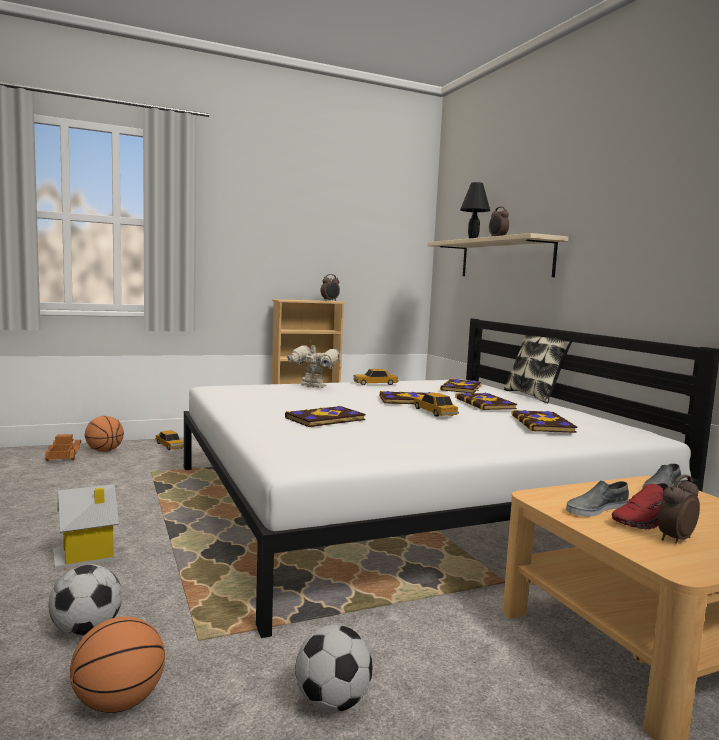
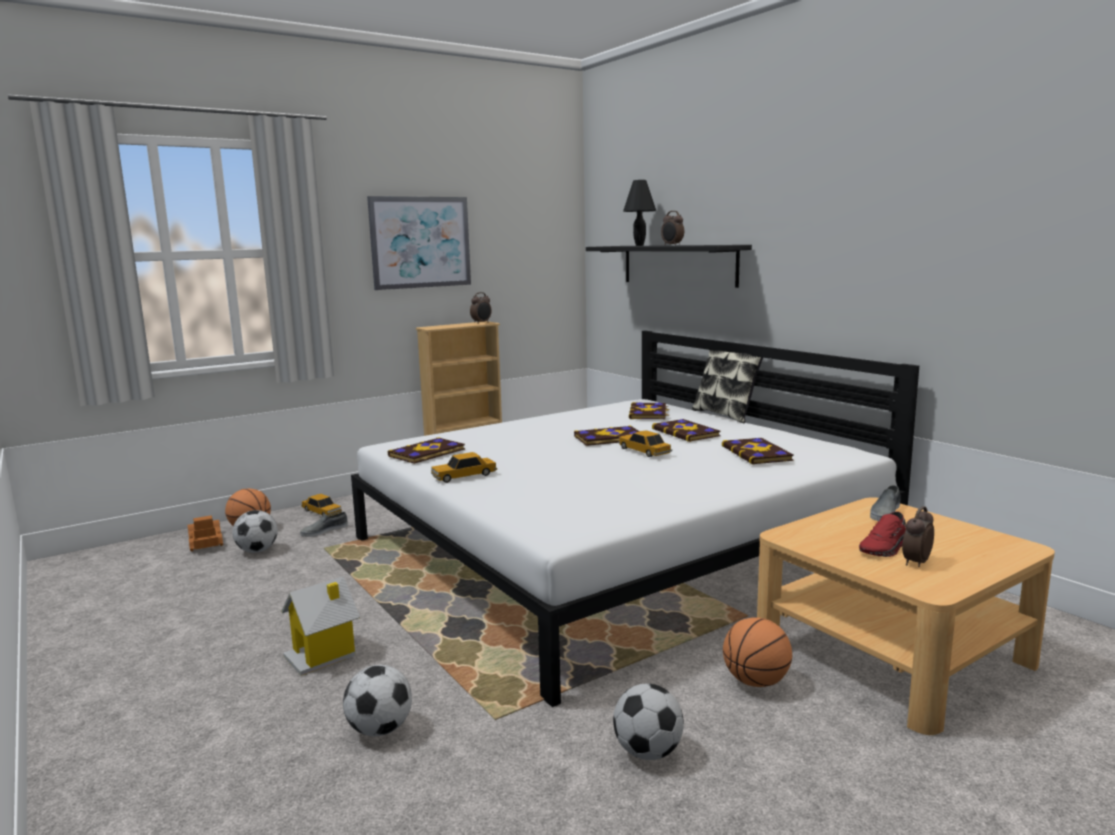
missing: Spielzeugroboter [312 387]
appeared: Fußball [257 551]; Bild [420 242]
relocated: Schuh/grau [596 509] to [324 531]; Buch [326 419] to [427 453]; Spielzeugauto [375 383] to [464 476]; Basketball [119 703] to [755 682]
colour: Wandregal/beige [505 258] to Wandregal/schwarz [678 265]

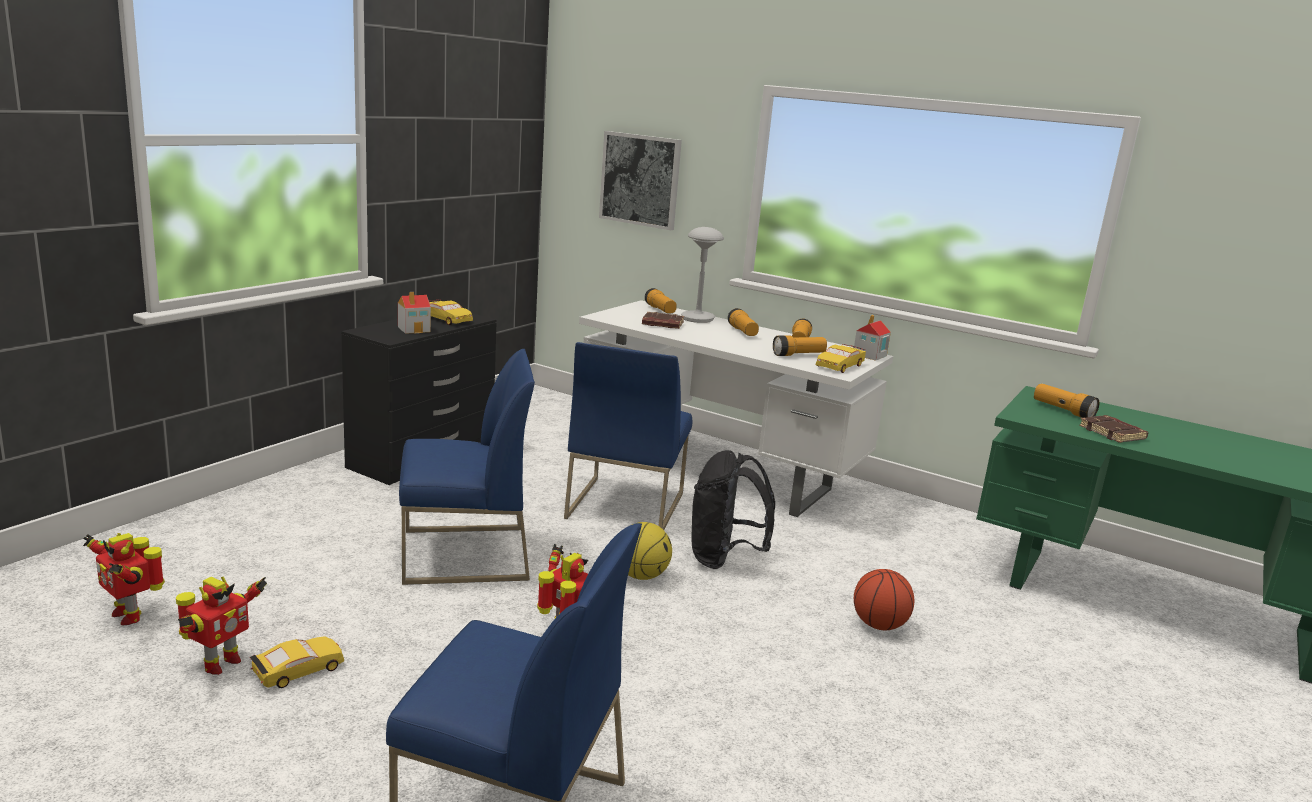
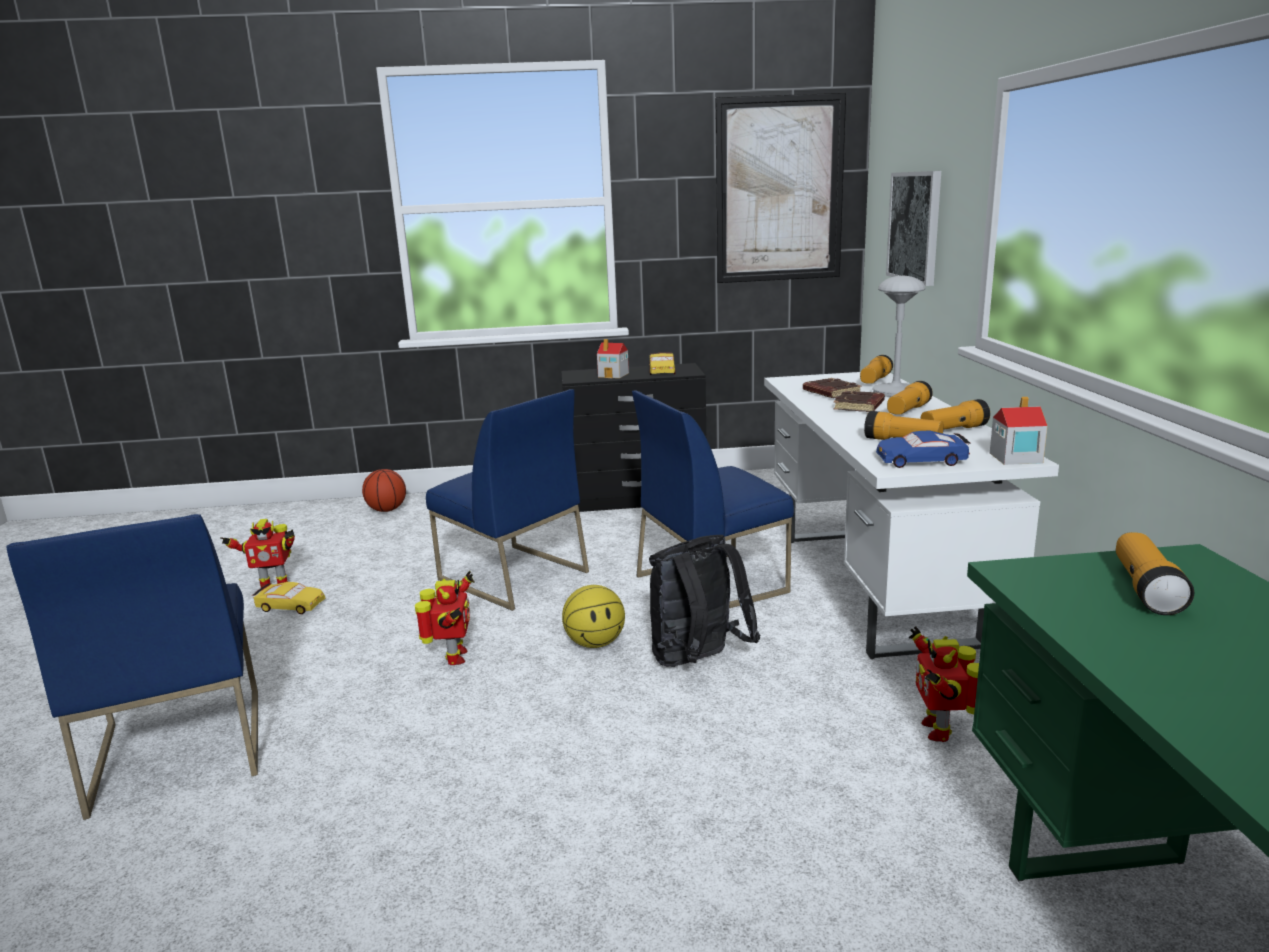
appeared: Bild [779 190]
relocated: Basketball [878 625] to [386 510]; Buch/braun [1113 433] to [859 406]; Spielzeugroboter [129 615] to [939 729]
colour: Spielzeugauto/gelb [839 366] to Spielzeugauto/blau [921 460]

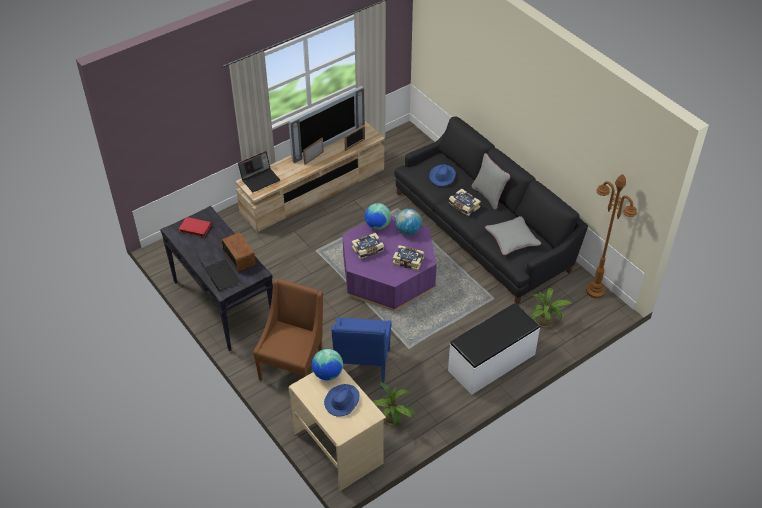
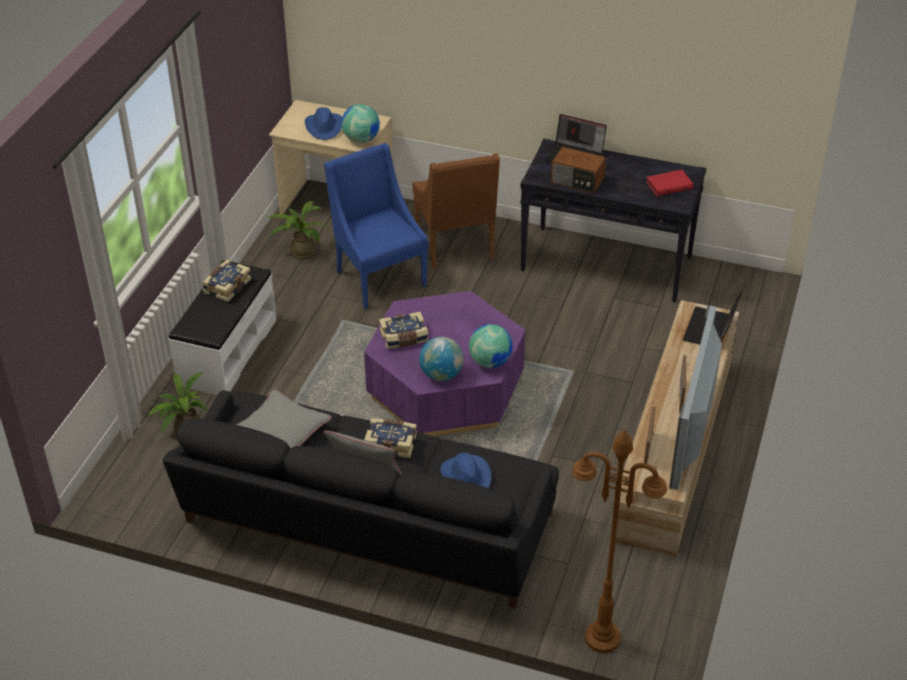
relocated: Buch [368 250] to [226 286]; Stehlampe/braun [595 291] to [602 638]

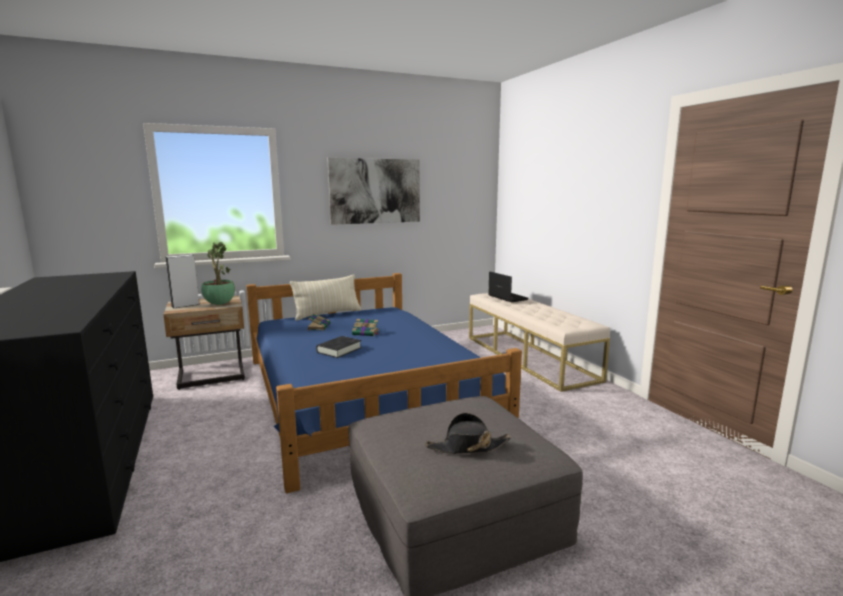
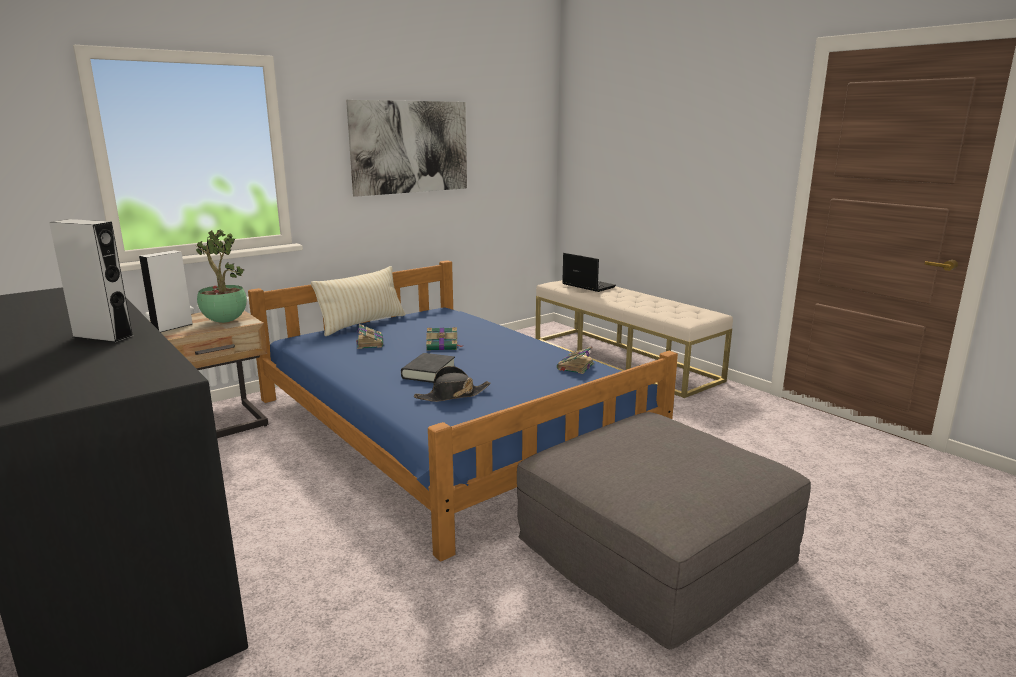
appeared: Lautsprecher/grau [103 336]; Buch [575 367]
relocated: Hut/schwarz [467 447] to [452 395]

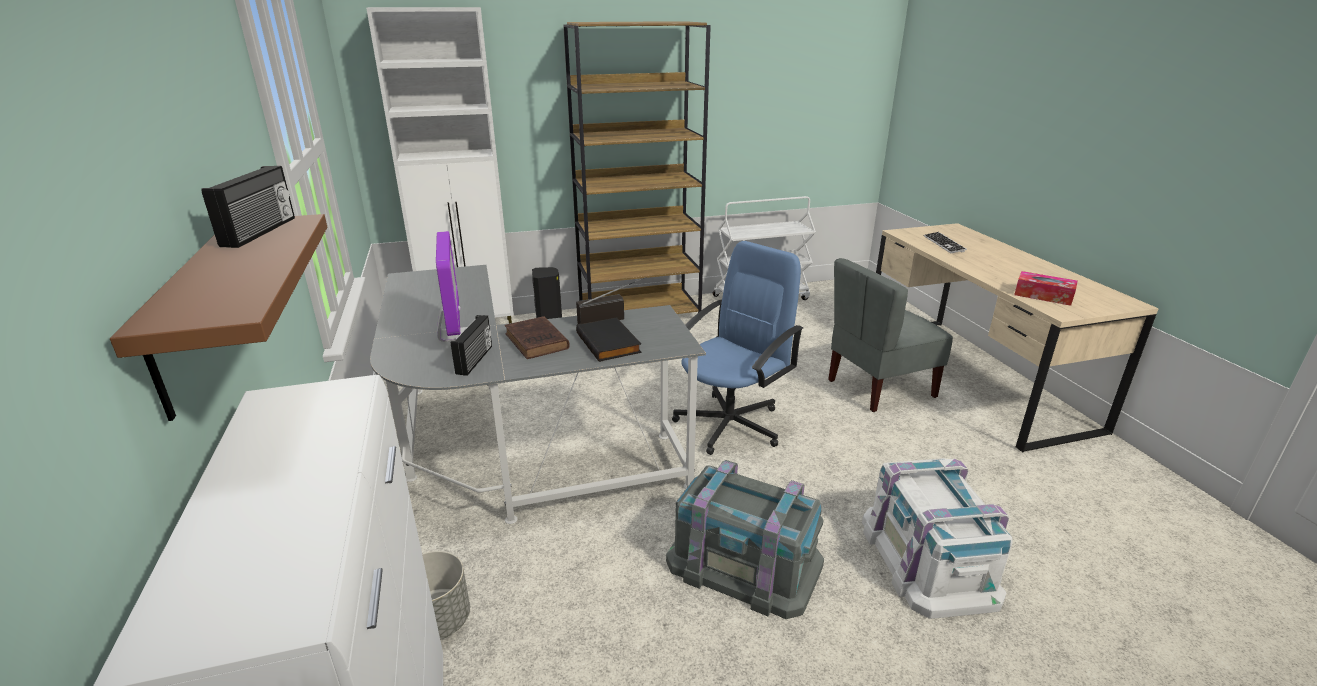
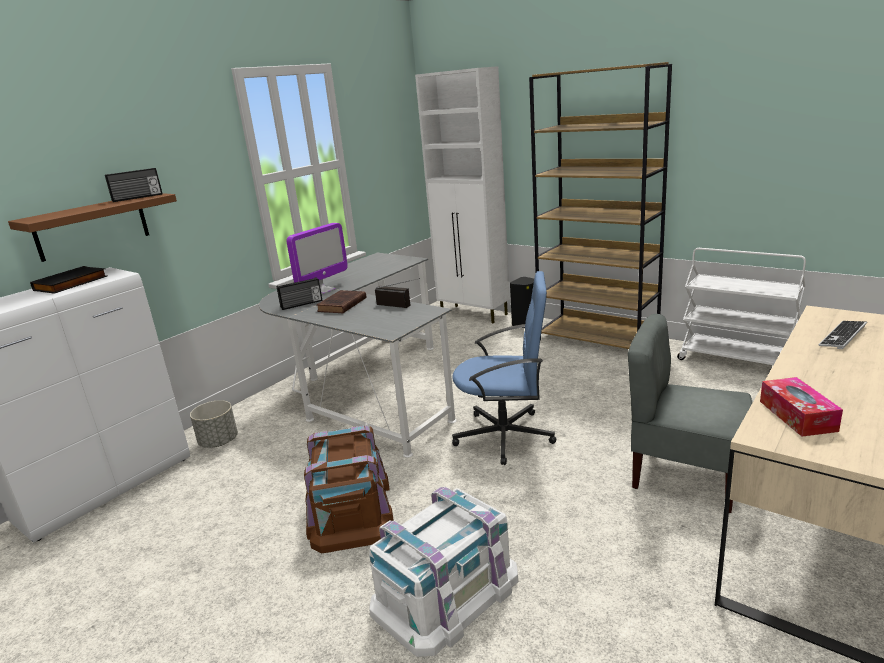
relocated: Buch/schwarz [610 343] to [71 284]
colour: Aufbewahrungsbox/grau [743 564] to Aufbewahrungsbox/braun [349 509]

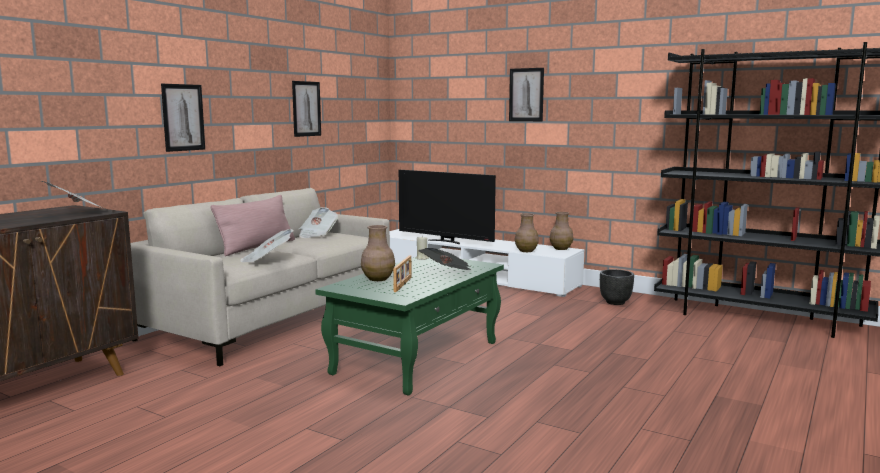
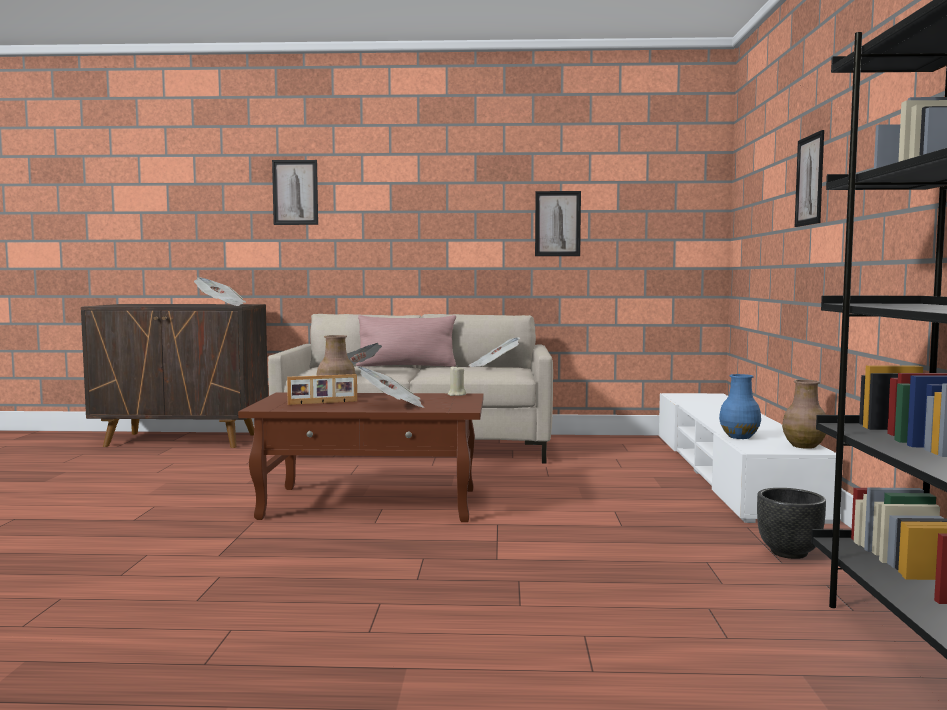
missing: Fernseher [446 241]
relocated: Bild [183 117] to [295 192]
colour: Couchtisch/grün [417 357] to Couchtisch/braun [372 504]; Vase/braun [526 251] to Vase/blau [740 437]

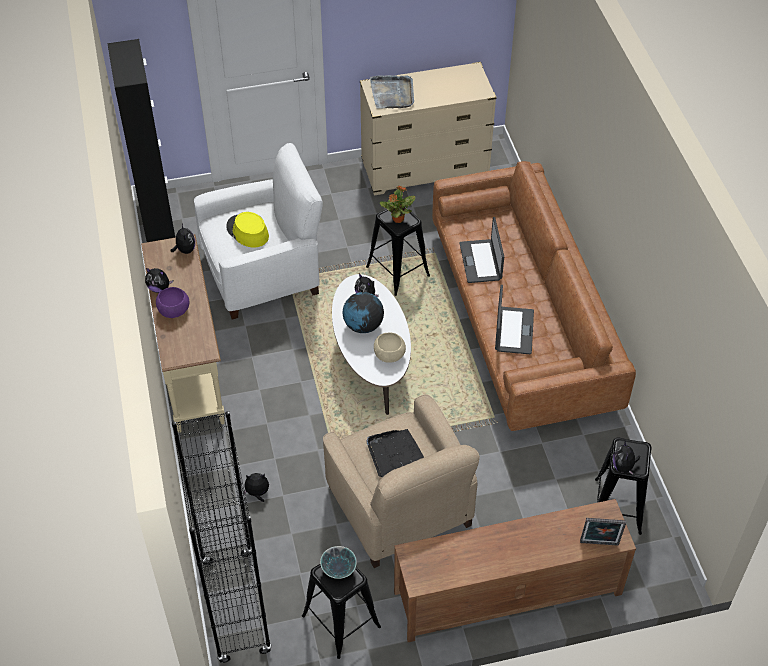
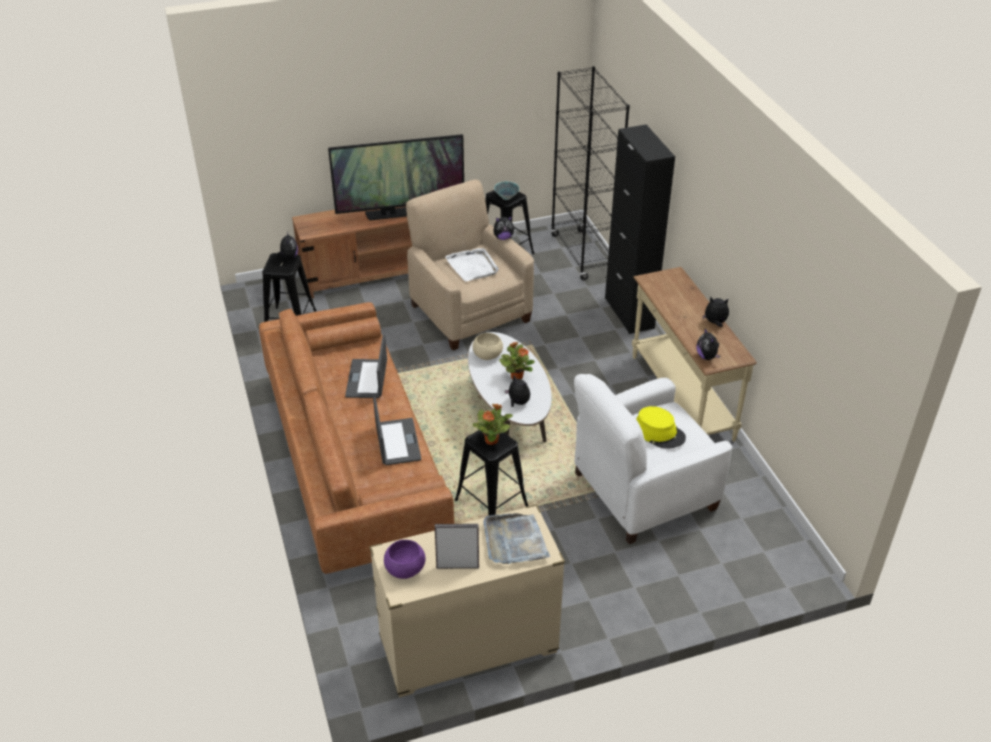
appeared: Fernseher [400 213]
relocated: Schüssel/lila [173 310] to [405 568]; Bilderrahmen [599 545] to [457 565]; Plüschtier [257 493] to [503 237]; Schrank/schwarz [157 218] to [629 313]
exchanged: Globus [363 326] to Topfpflanze [516 376]
colour: Tablett/schwarz [396 456] to Tablett/weiß [473 266]

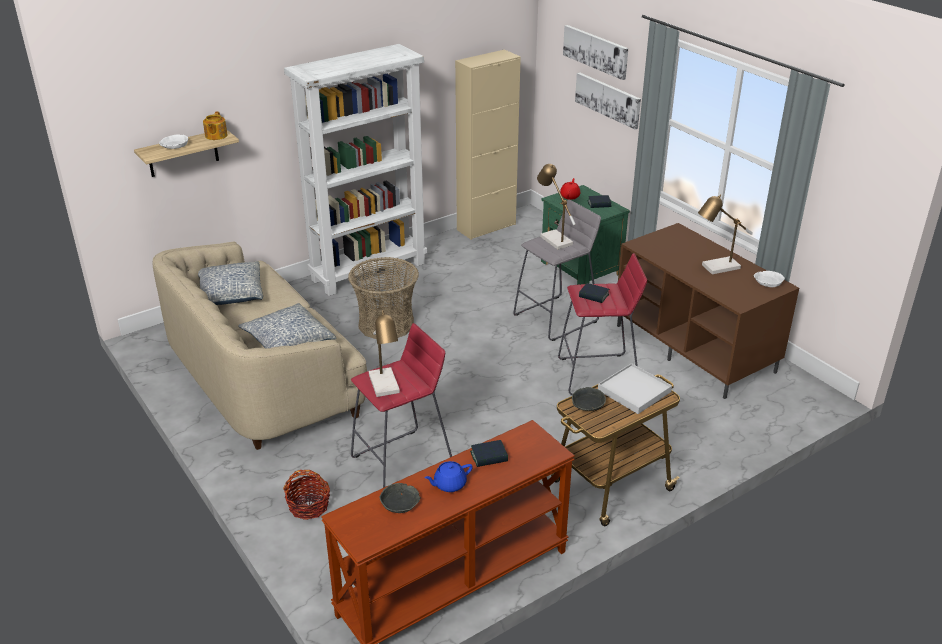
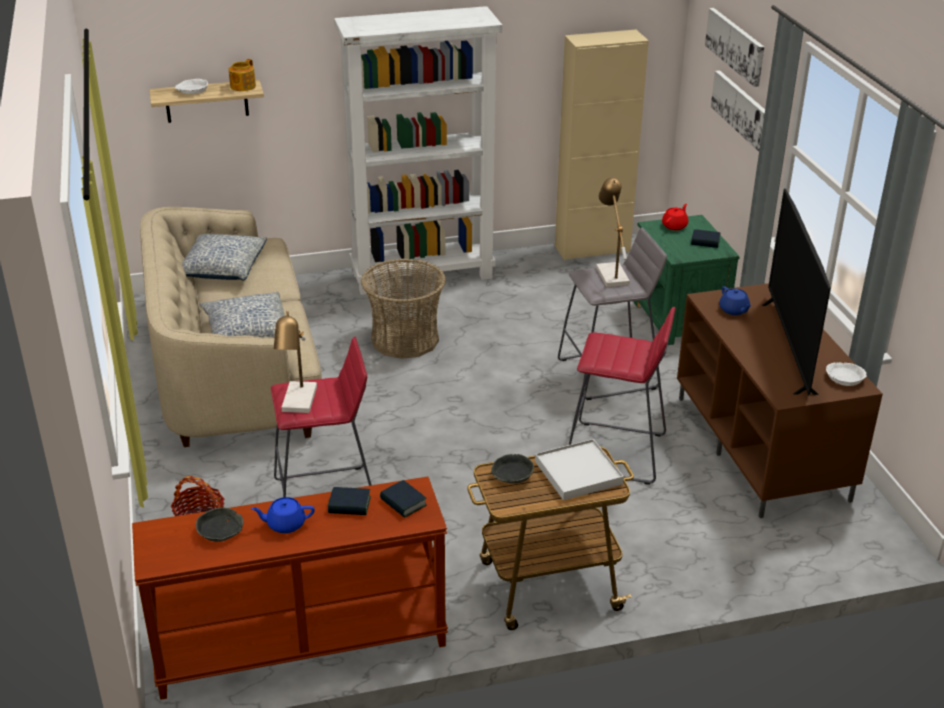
appeared: Teekanne/blau [734 310]
relocated: Buch [593 296] to [403 502]
exchanged: Tischlampe [716 268] to Fernseher [788 347]

